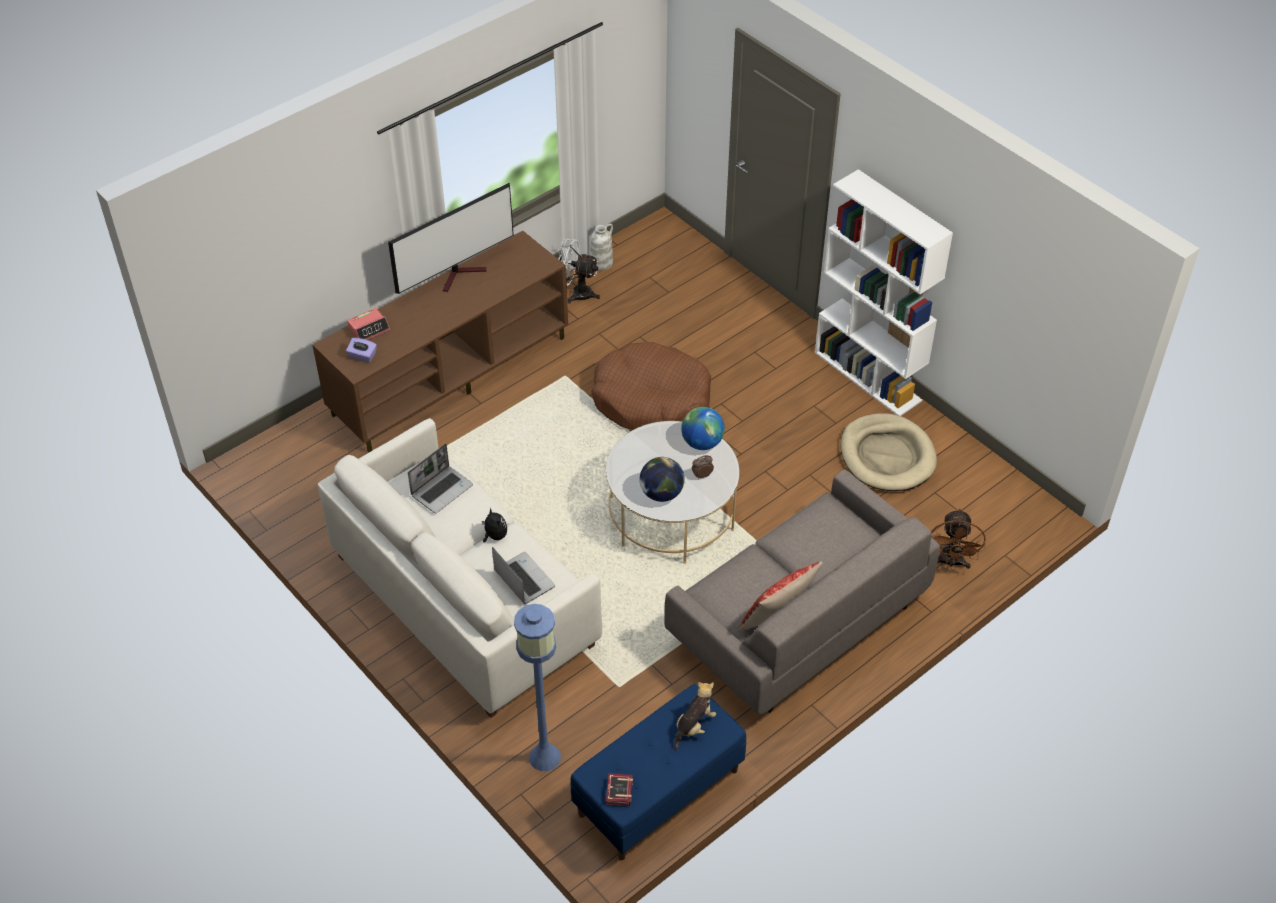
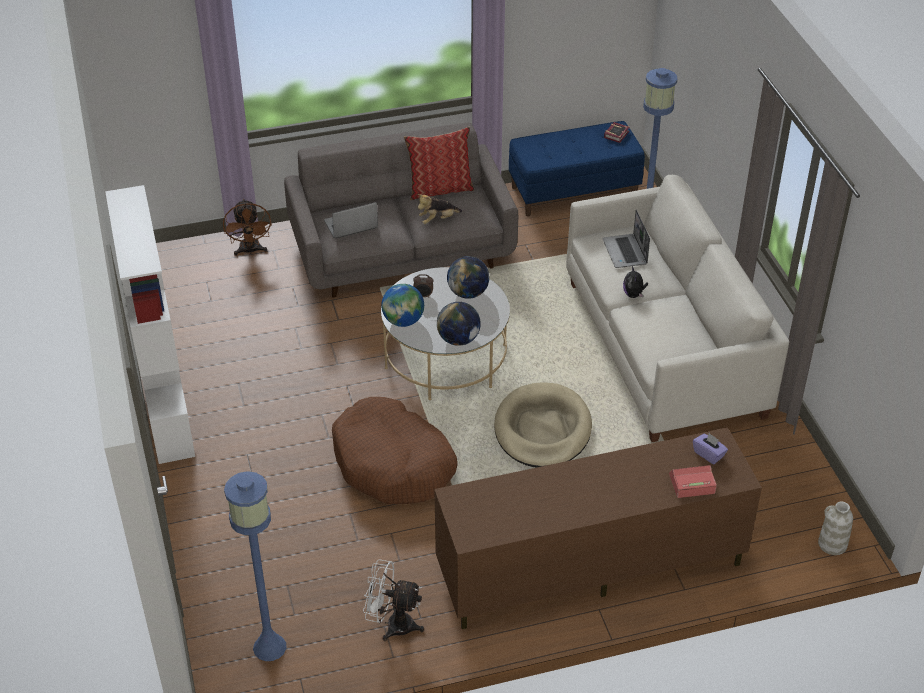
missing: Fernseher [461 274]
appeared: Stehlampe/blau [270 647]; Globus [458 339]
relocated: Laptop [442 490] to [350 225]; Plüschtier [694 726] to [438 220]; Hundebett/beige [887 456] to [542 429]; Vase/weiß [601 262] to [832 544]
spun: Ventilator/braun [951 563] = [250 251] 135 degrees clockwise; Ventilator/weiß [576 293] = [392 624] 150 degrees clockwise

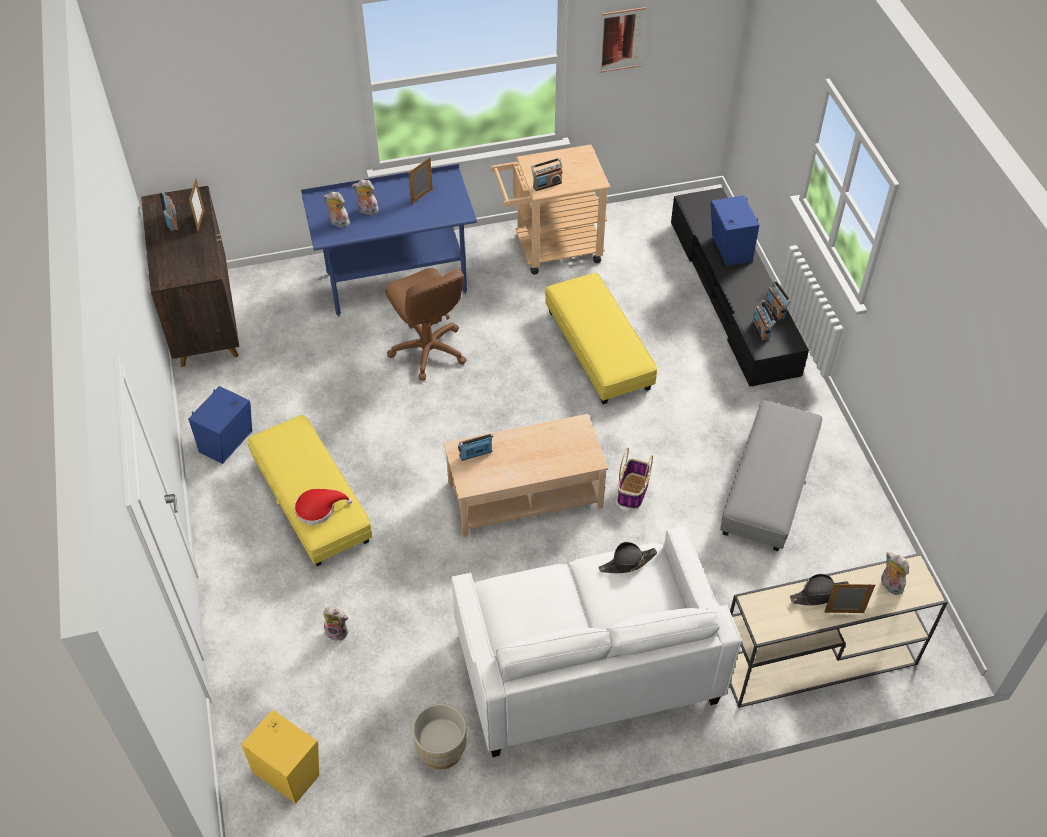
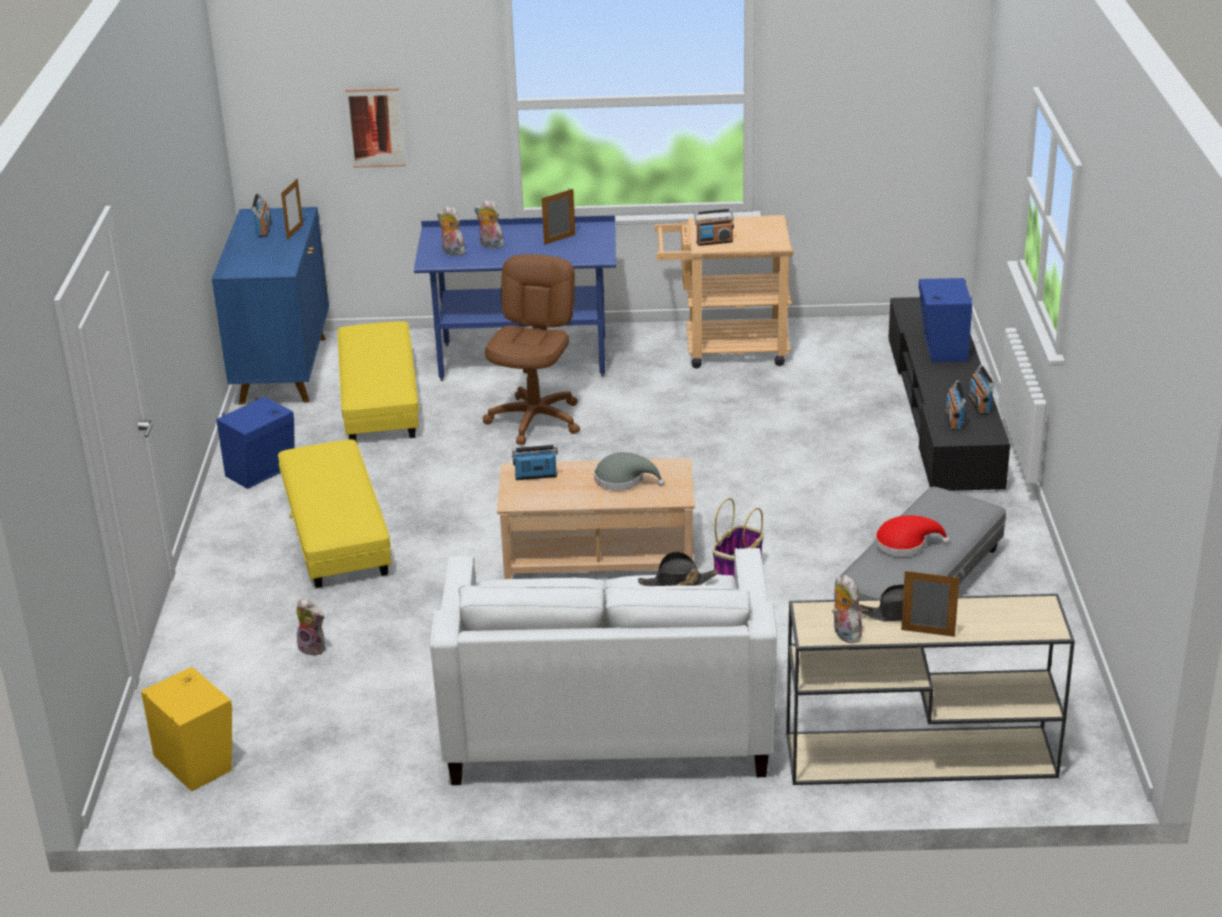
missing: Pflanzkübel/beige [441 750]
appeared: Hut/grau [623 480]
relocated: Polsterhocker/gelb [598 349] to [379 399]; Bild [622 39] to [376 127]; Plüschtier [889 585] to [844 633]; Hut/rot [318 508] to [905 544]
colour: Schrank/braun [204 321] to Schrank/blau [283 369]
spun: Bürostuhl/braun [428 350] = [535 420] 150 degrees counterclockwise

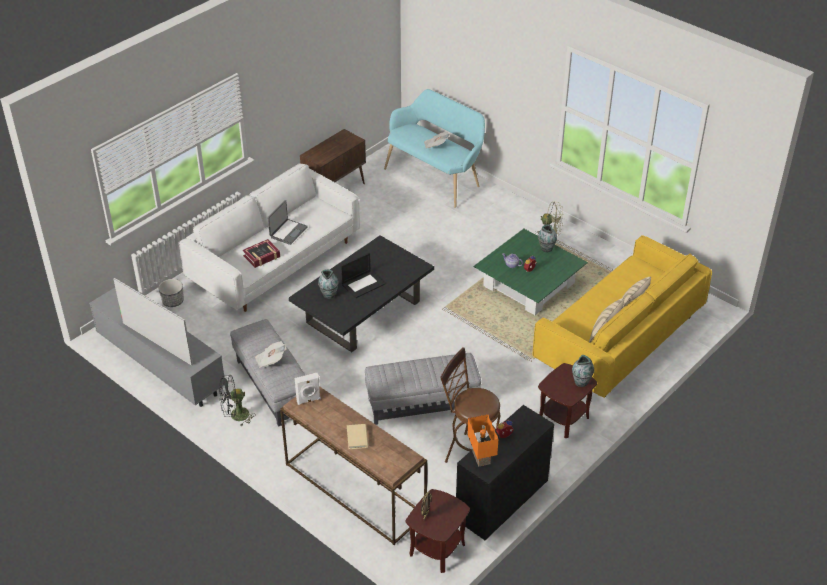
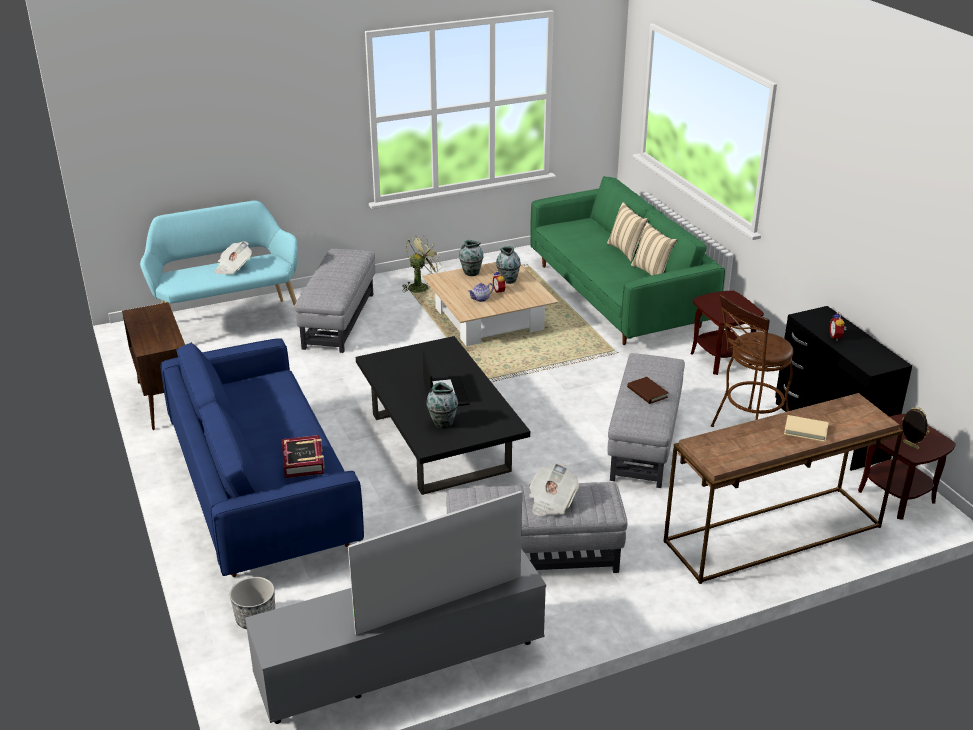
missing: Ventilator/schwarz [235 416]; Laptop [288 232]; Lautsprecher/weiß [308 400]; Tischlampe/orange [480 457]
appeared: Polsterhocker/grau [339 320]; Buch/braun [647 392]
relocated: Vase [581 382] to [508 280]
colour: Sofa/weiß [274 261] to Sofa/blau [262 490]; Couchtisch/grün [529 285] to Couchtisch/beige [489 319]; Sofa/gelb [618 339] to Sofa/grün [617 295]

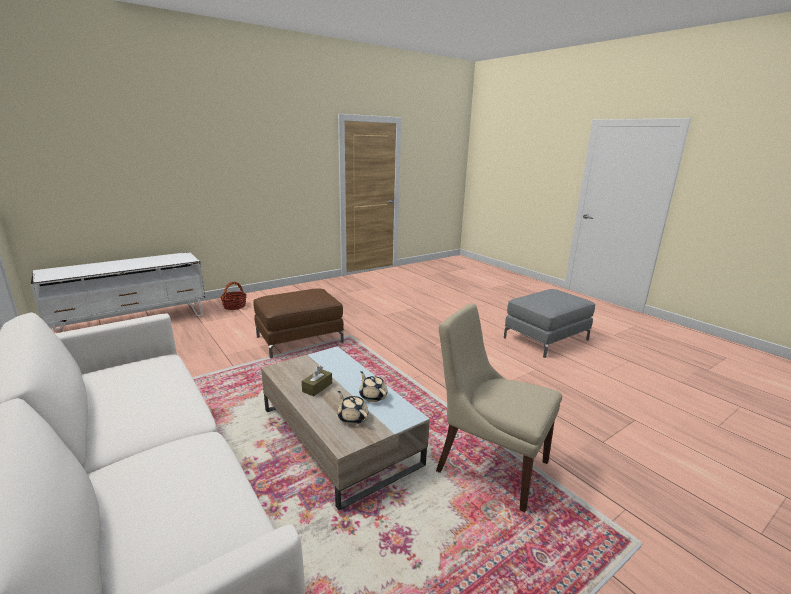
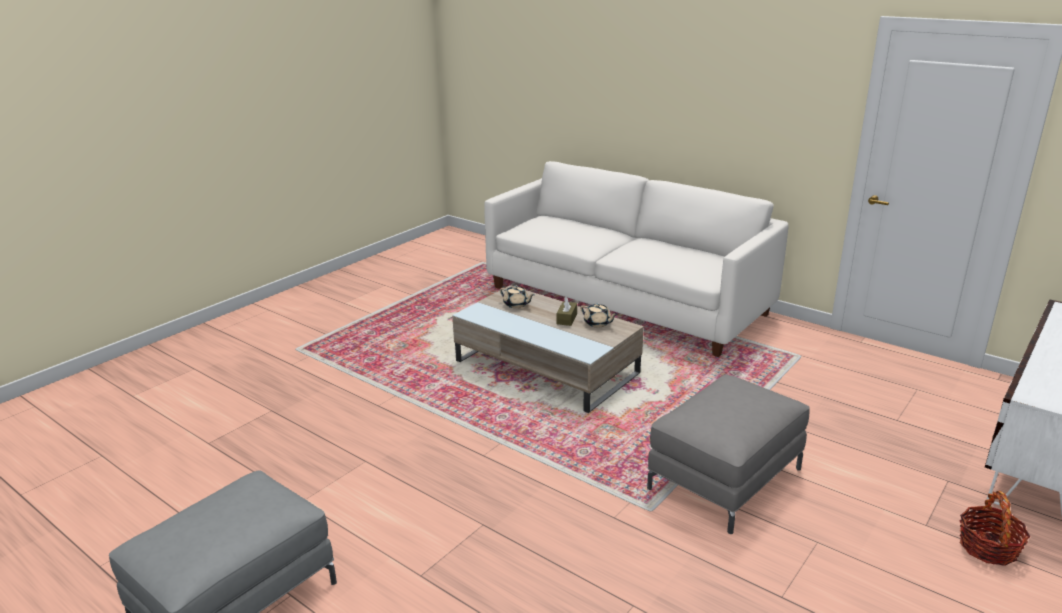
missing: Stuhl/beige [488 464]
relocated: Teekanne/beige [373 396] to [597 323]
colour: Polsterhocker/braun [299 339] to Polsterhocker/grau [725 479]

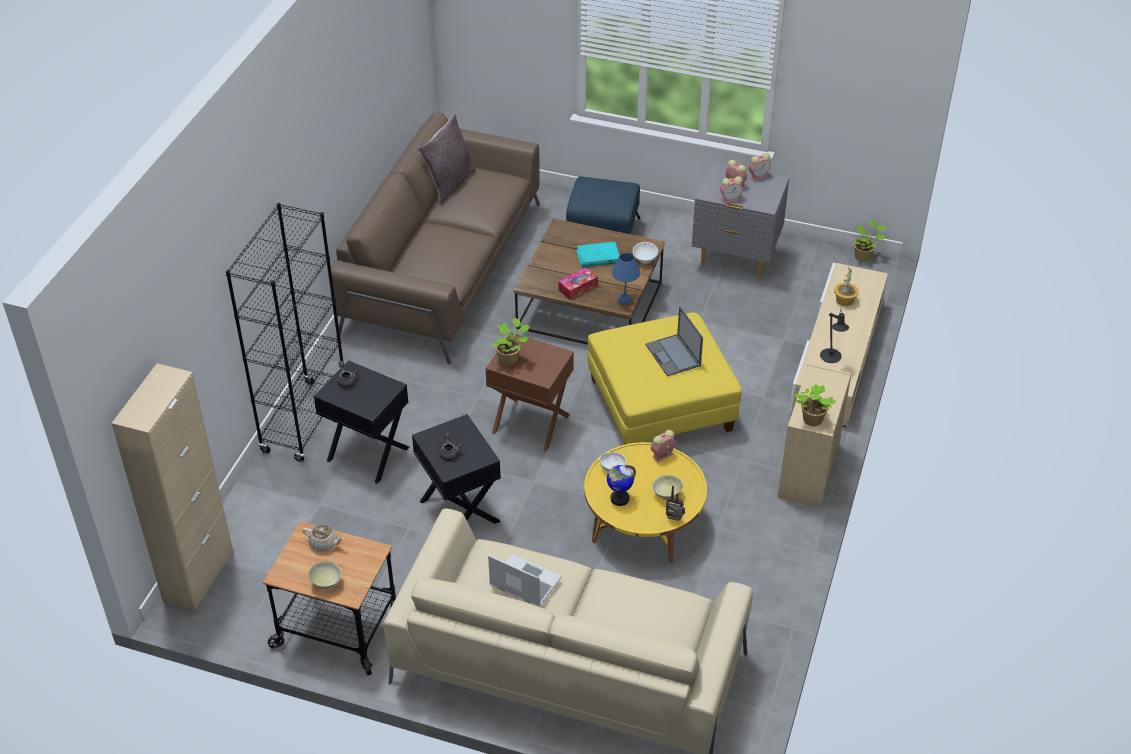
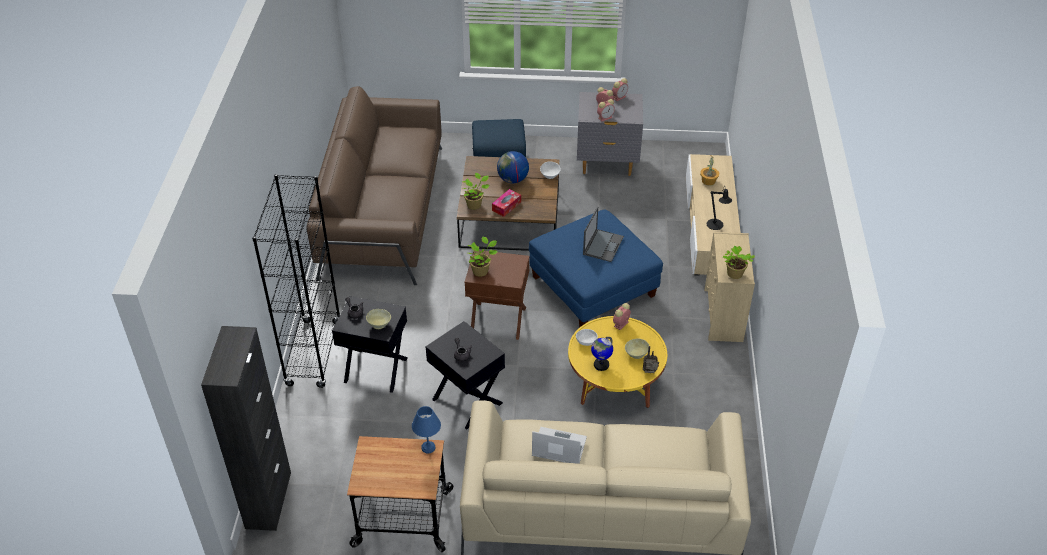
missing: Teekanne/beige [324 544]; Kissen/grau [449 184]
relocated: Schüssel/beige [326 583] to [379 325]; Tischlampe/blau [624 299] to [427 448]; Topfpflanze [864 256] to [475 205]
exchanged: Buch/türkis [598 257] to Globus [513 179]
colour: Schrank/beige [198 576] to Schrank/schwarz [268 500]; Polsterhocker/gelb [661 404] to Polsterhocker/blau [594 286]
spun: Laptop [673 355] = [603 245] 120 degrees counterclockwise

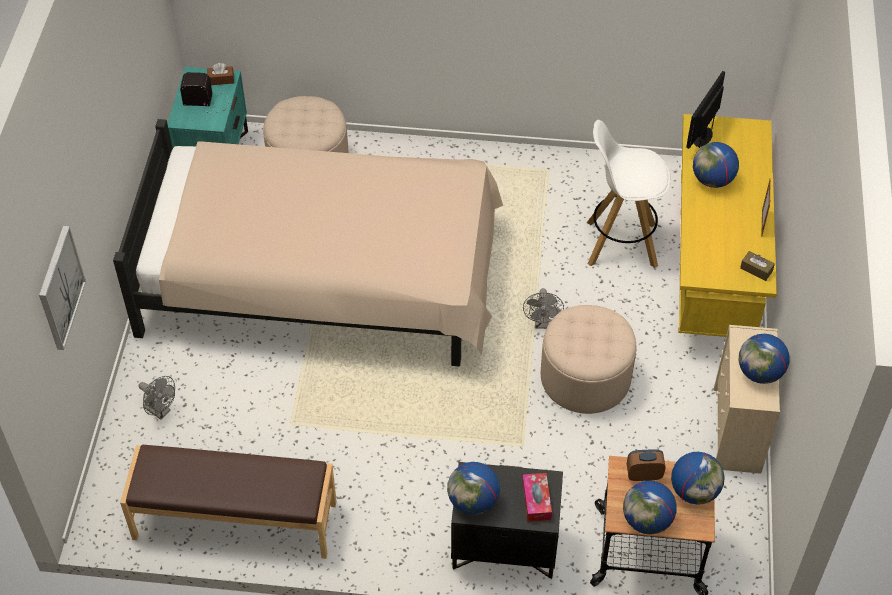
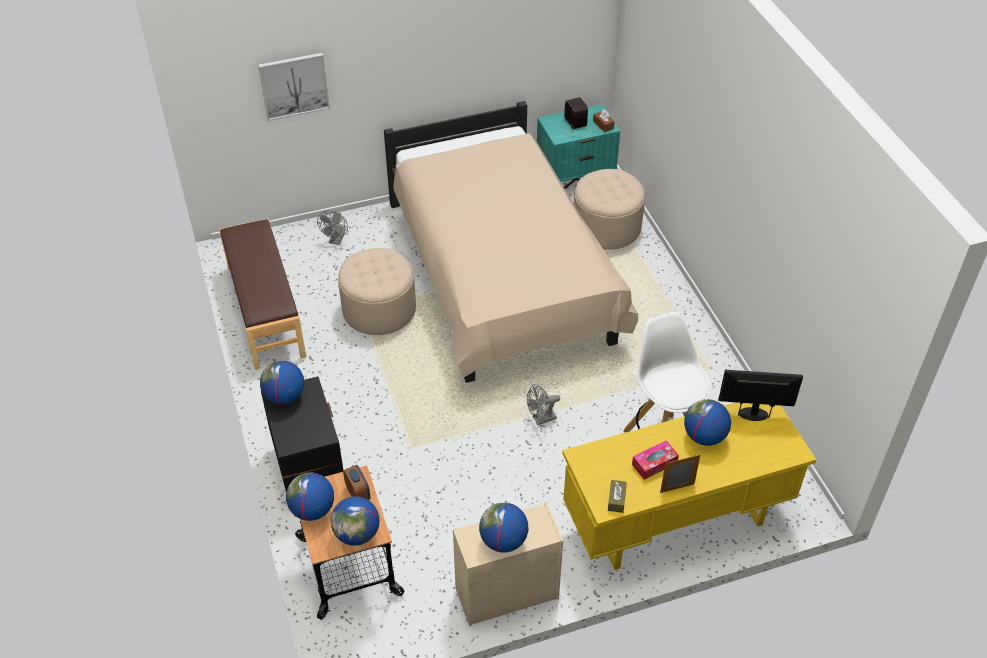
relocated: Polsterhocker/beige [585 378] to [379 310]; Taschentuchbox [536 501] to [654 464]

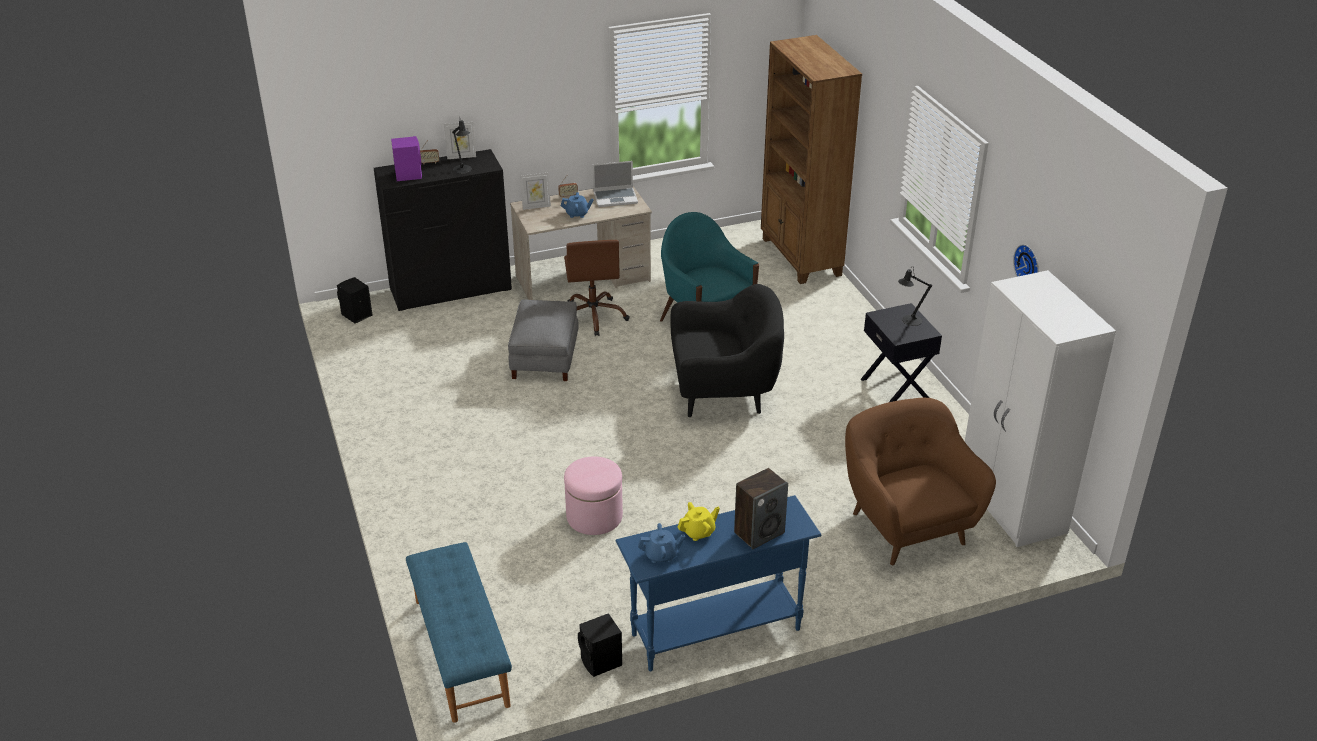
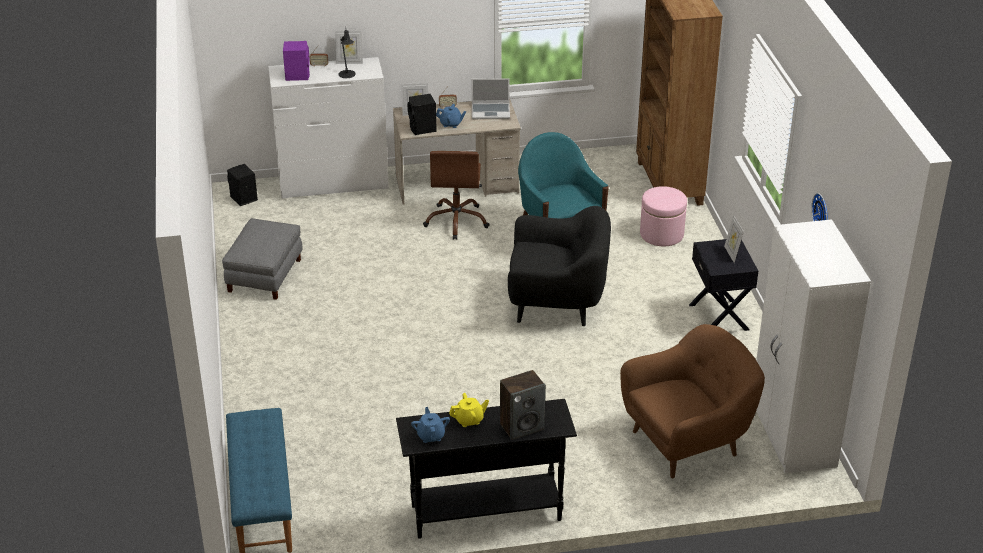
relocated: Polsterhocker/grau [545 358] to [265 276]; Lautsprecher/schwarz [601 662] to [423 129]; Polsterhocker/rosa [594 516] to [661 234]
exchanged: Tischlampe/schwarz [909 321] to Bilderrahmen [732 254]
colour: Kommode/schwarz [450 290] to Kommode/weiß [333 183]; Konsolentisch/blau [715 631] to Konsolentisch/schwarz [485 512]
spun: Teekanne/blau [661 555] = [431 435] 105 degrees counterclockwise; Sessel/braun [906 525] = [687 442] 75 degrees clockwise

